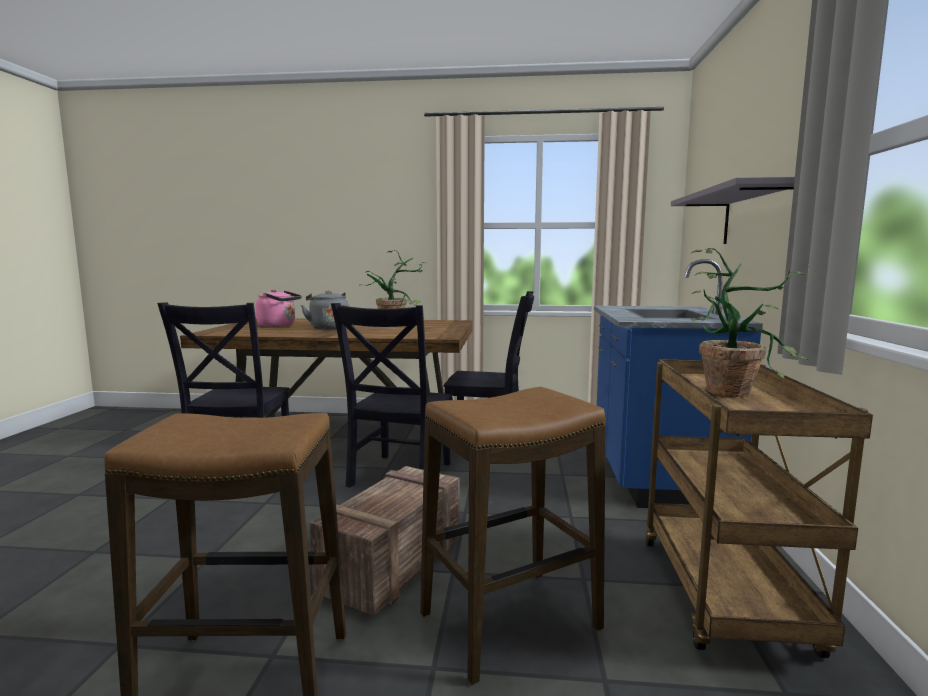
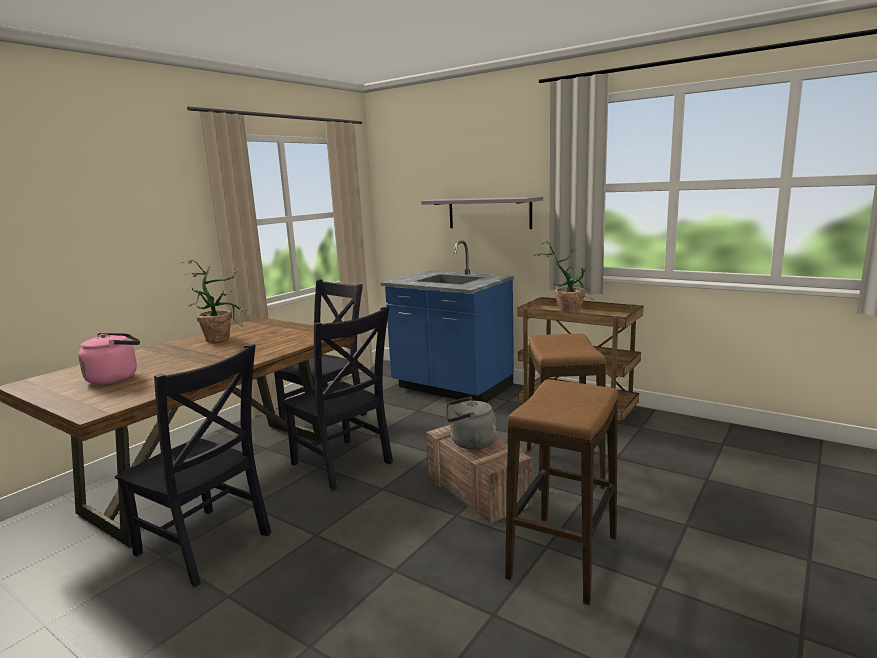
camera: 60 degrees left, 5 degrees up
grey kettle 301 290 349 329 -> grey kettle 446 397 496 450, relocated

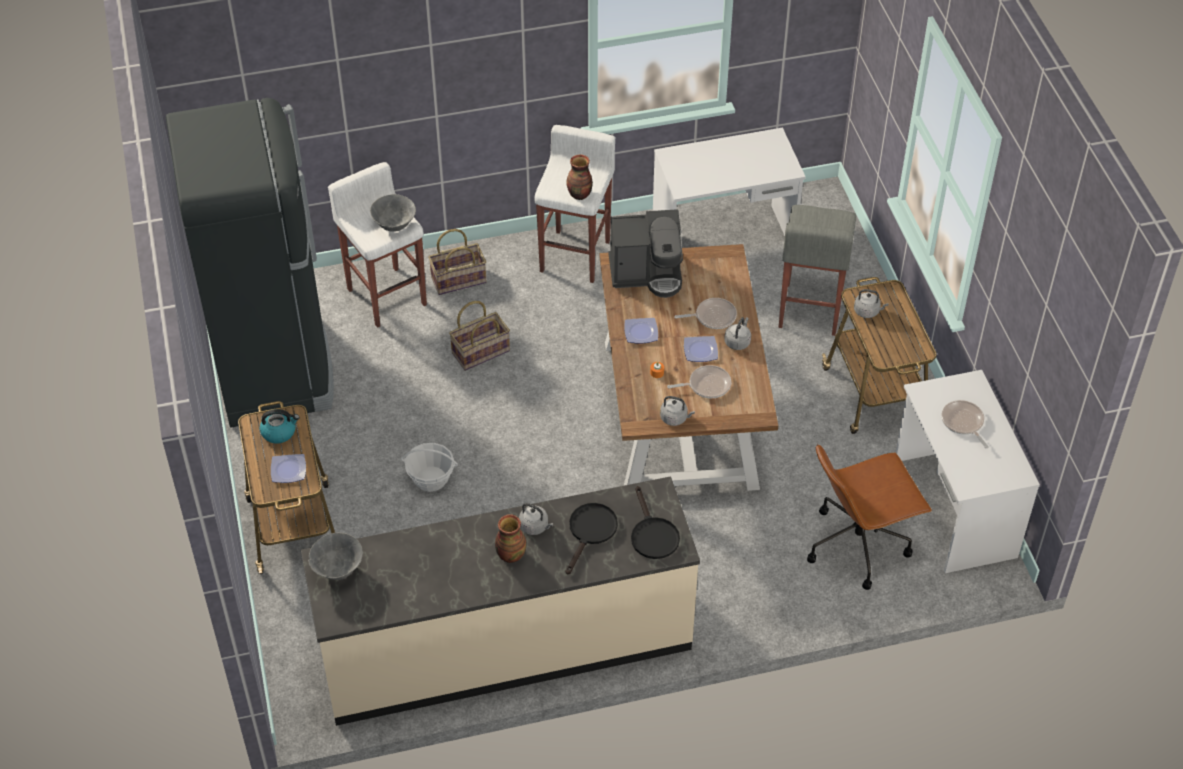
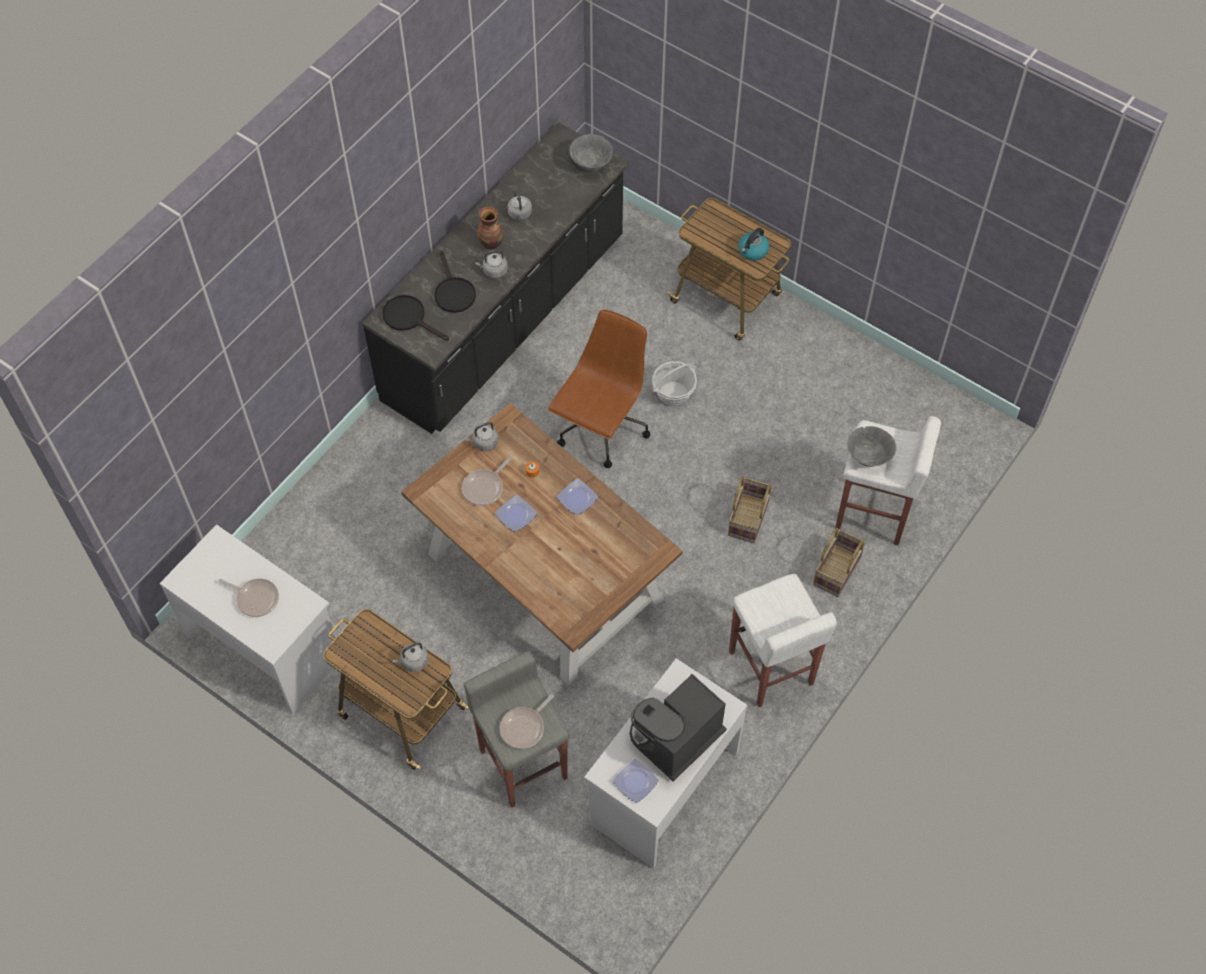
camera: 140 degrees right, 10 degrees up
black fridge 166 98 334 427 -> none
plate 271 454 306 483 -> plate 613 759 659 803, relocated
beige counter 301 476 700 726 -> black counter 362 123 629 434
vase 566 154 593 200 -> none
coffee machine 608 209 683 298 -> coffee machine 630 674 727 781, relocated
frying pan 674 298 737 329 -> frying pan 500 694 554 749, relocated
grey kettle 724 317 751 350 -> grey kettle 508 190 532 220, relocated
brown office chair 807 444 932 590 -> brown office chair 548 310 650 468, relocated

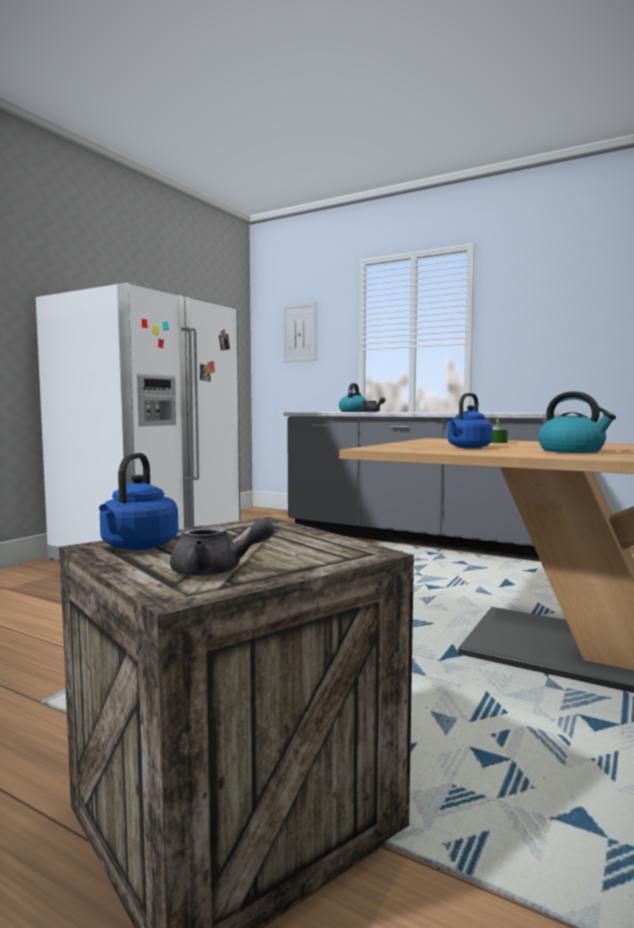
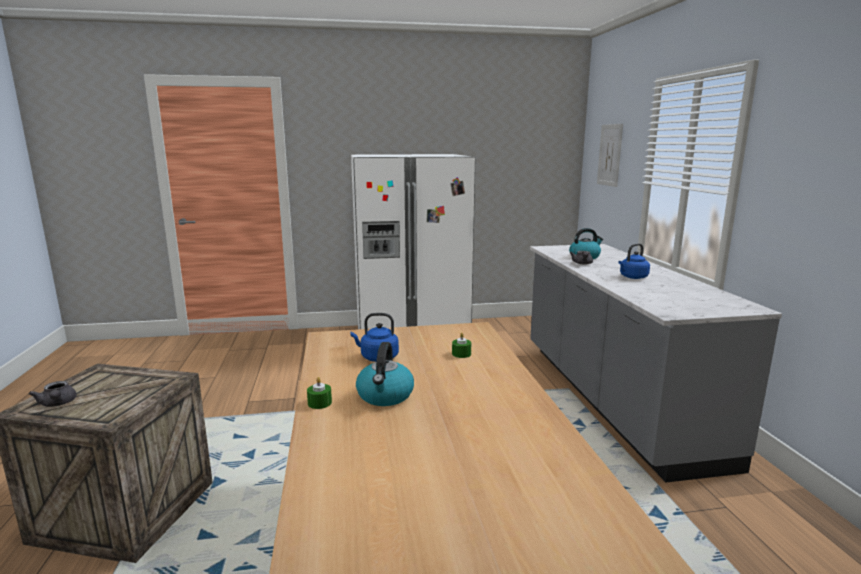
camera: 50 degrees right, 10 degrees up
blue kettle 99 453 178 550 -> blue kettle 618 243 650 279, relocated
none -> green candle 307 377 332 409

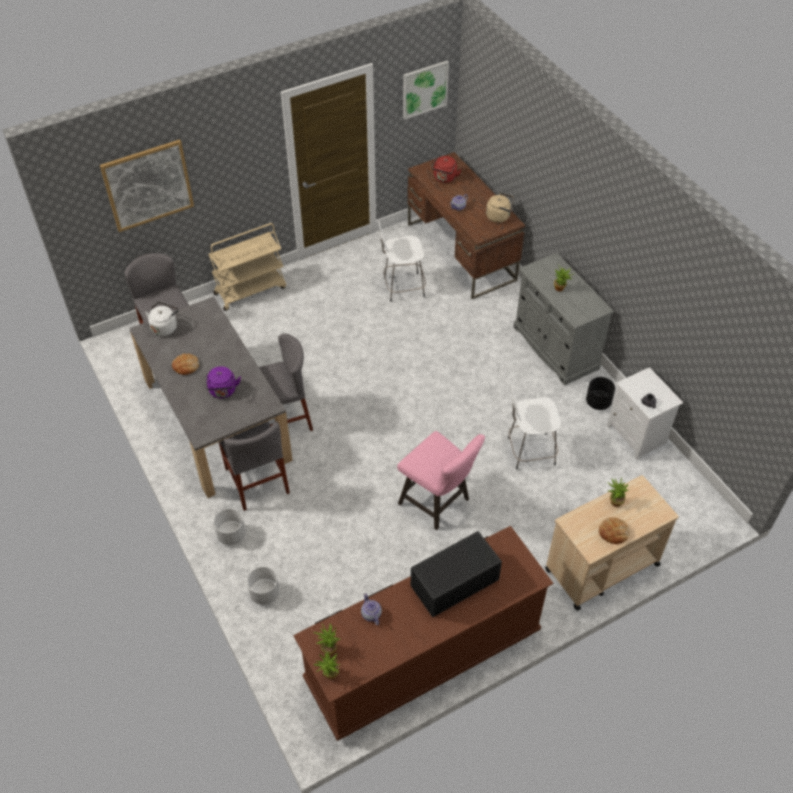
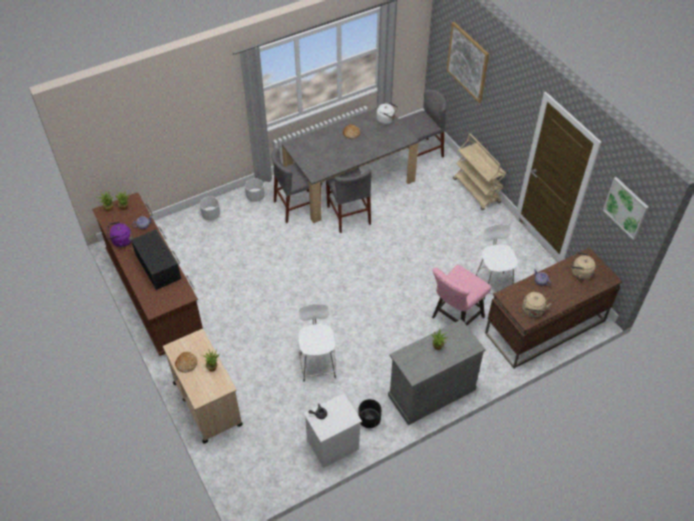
camera: 90 degrees right, 0 degrees up
purple kettle 206 366 241 398 -> purple kettle 107 222 132 247, relocated
pink stool 397 431 485 530 -> pink stool 432 265 492 325, relocated
red kettle 431 156 462 183 -> beige kettle 571 252 596 280

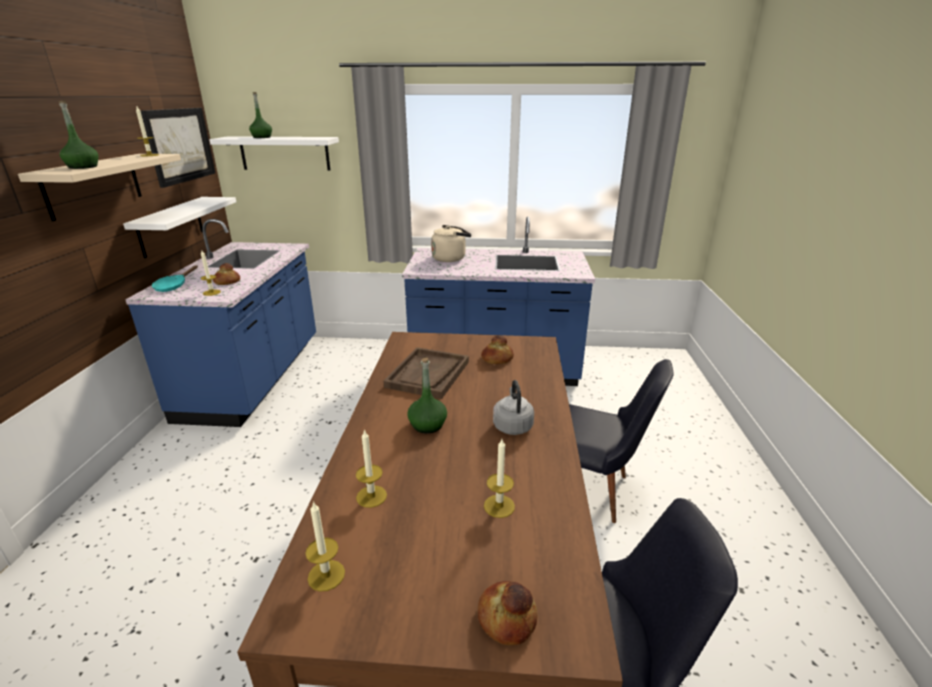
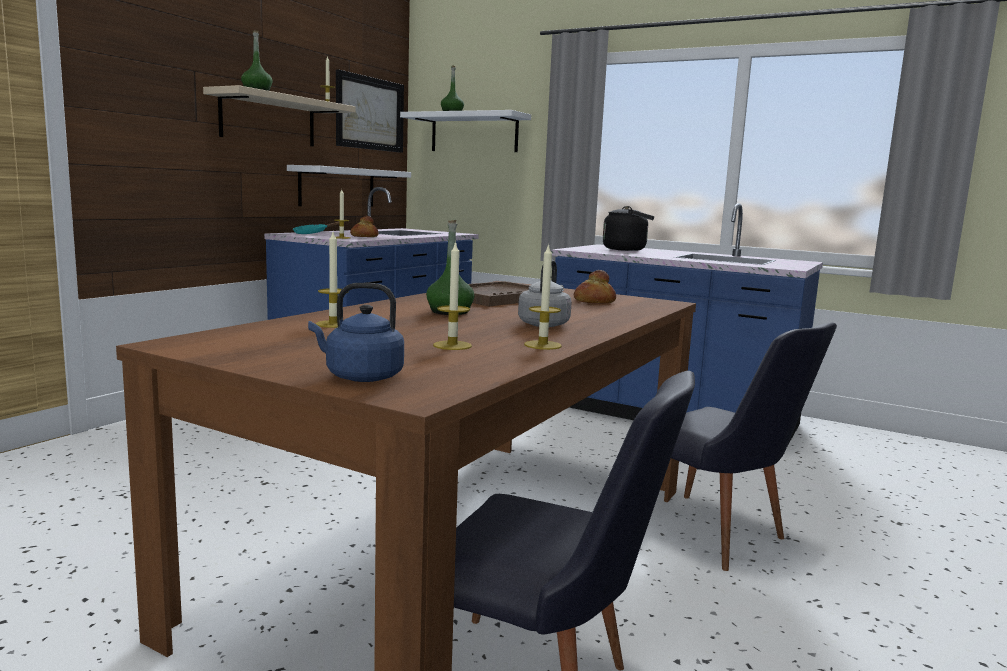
camera: 25 degrees right, 15 degrees down
candle 305 501 345 592 -> candle 524 243 562 350, relocated
beige kettle 431 225 471 262 -> black kettle 603 206 654 251
bread 478 581 537 645 -> blue kettle 308 283 404 382

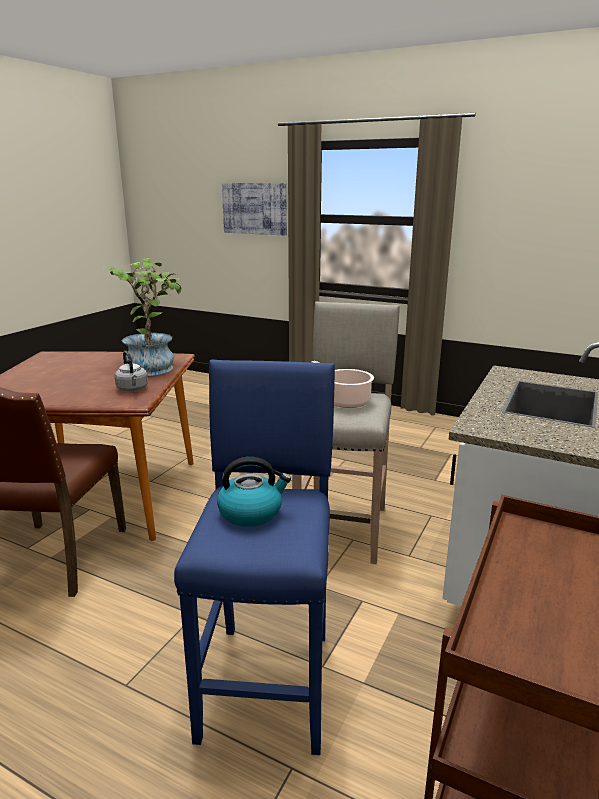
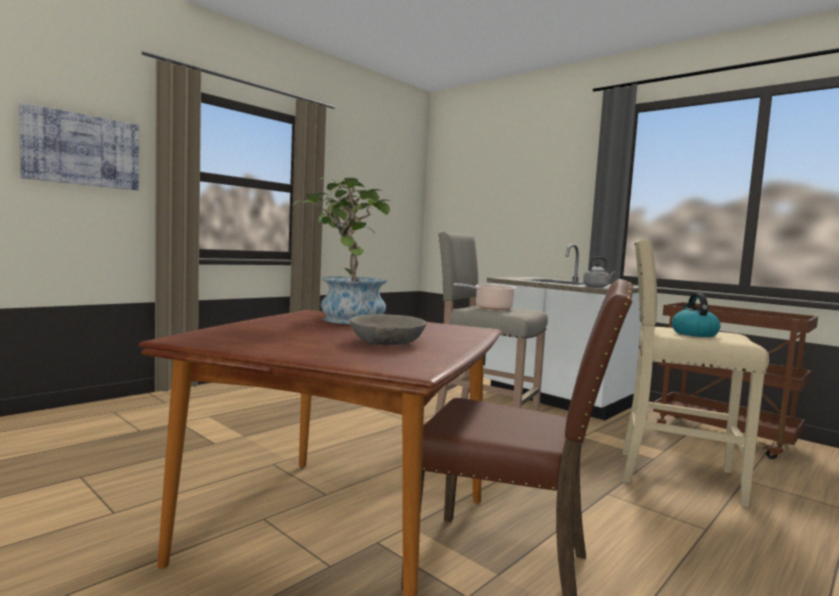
camera: 75 degrees left, 15 degrees down
grey kettle 114 351 148 391 -> grey kettle 583 257 615 288, relocated
blue stool 174 359 335 755 -> beige stool 623 239 769 507
none -> grey bowl 350 314 427 345

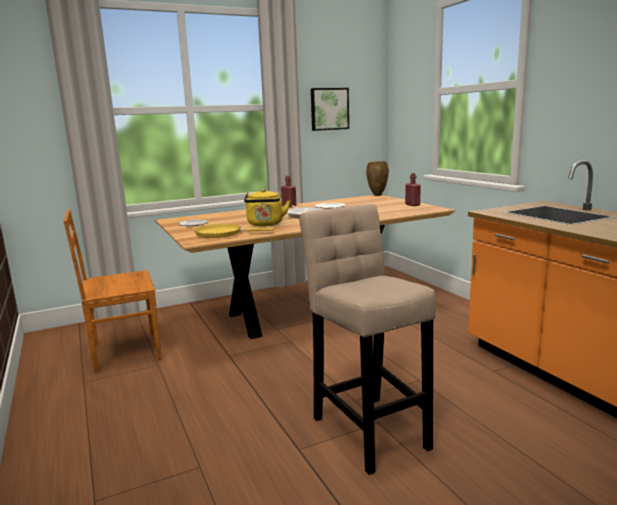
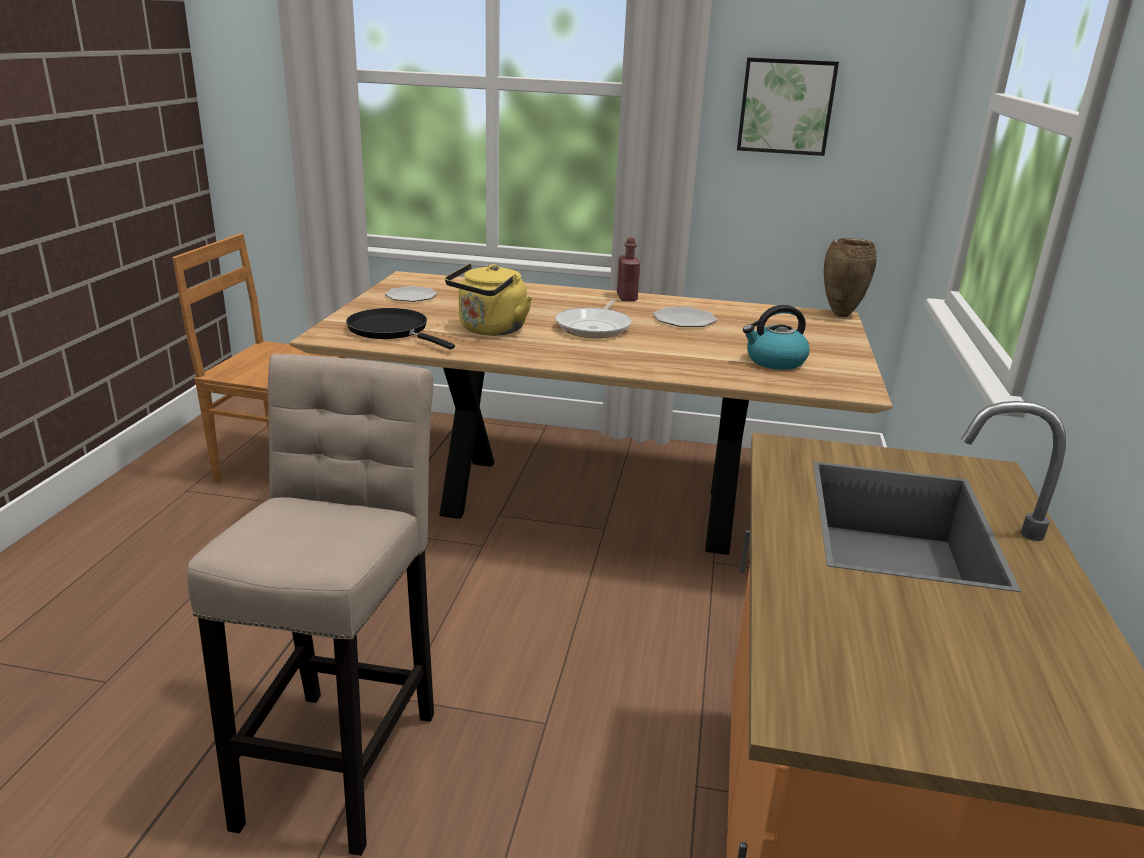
camera: 35 degrees right, 10 degrees up
yellow frying pan 195 224 274 238 -> black frying pan 346 308 455 349
red bottle 405 173 421 206 -> none
none -> kettle 743 305 810 370

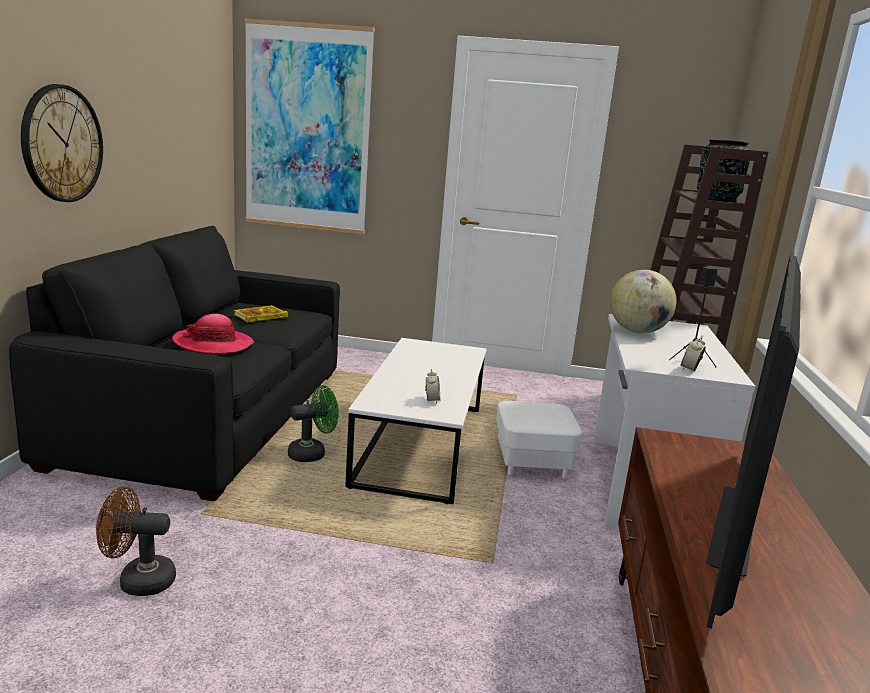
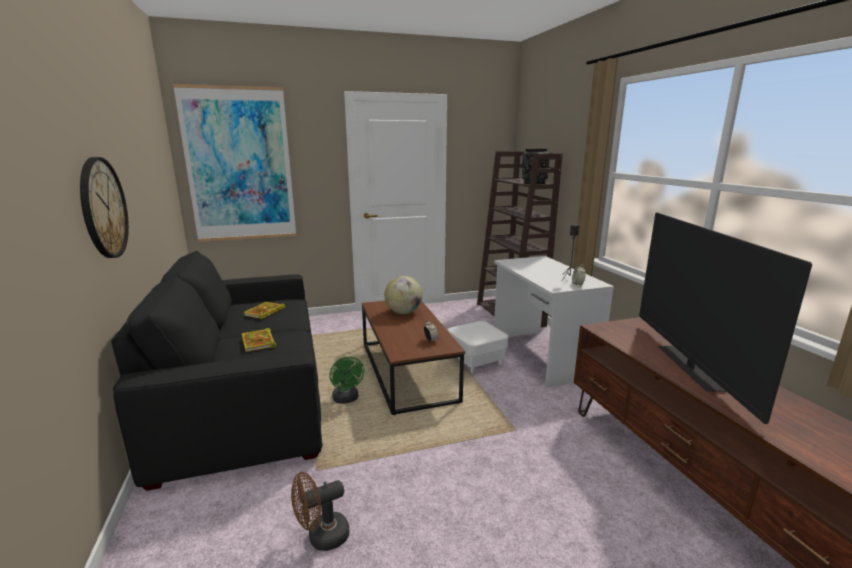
camera: 25 degrees left, 0 degrees up
hat 172 314 254 354 -> book 242 328 276 352
green fan 288 385 339 462 -> green fan 329 356 365 404, 120 degrees clockwise
white coffee table 345 338 486 504 -> brown coffee table 362 301 465 415
globe 610 270 677 333 -> globe 384 276 423 314, relocated

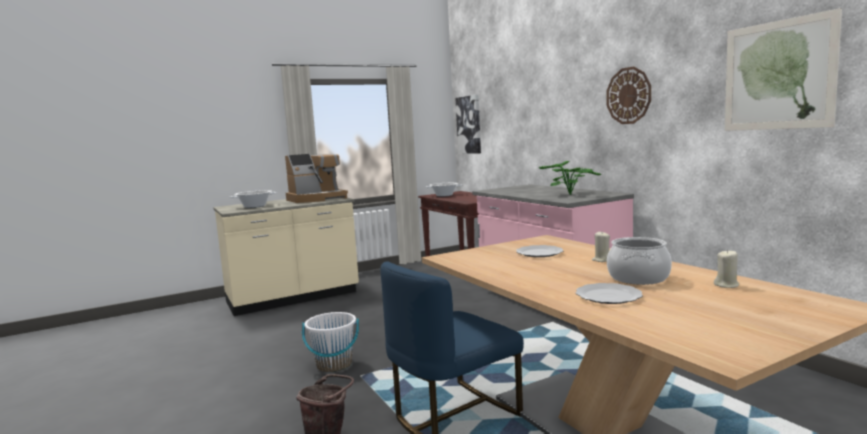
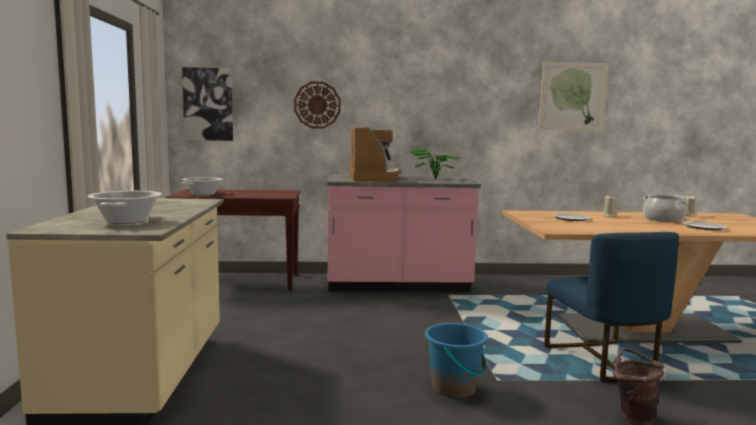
camera: 65 degrees left, 0 degrees up
coffee machine 285 154 348 203 -> coffee machine 350 127 401 181, relocated
white bucket 302 312 359 372 -> blue bucket 425 323 488 398
wall clock 606 67 651 124 -> wall clock 294 81 341 129, relocated

